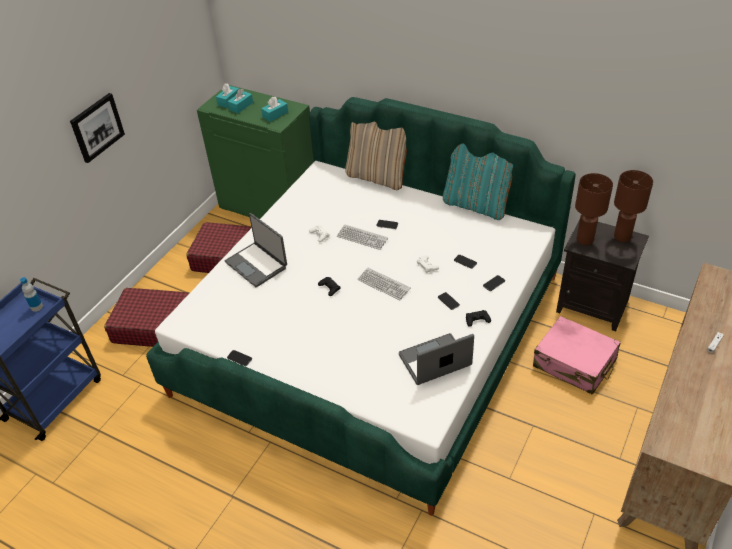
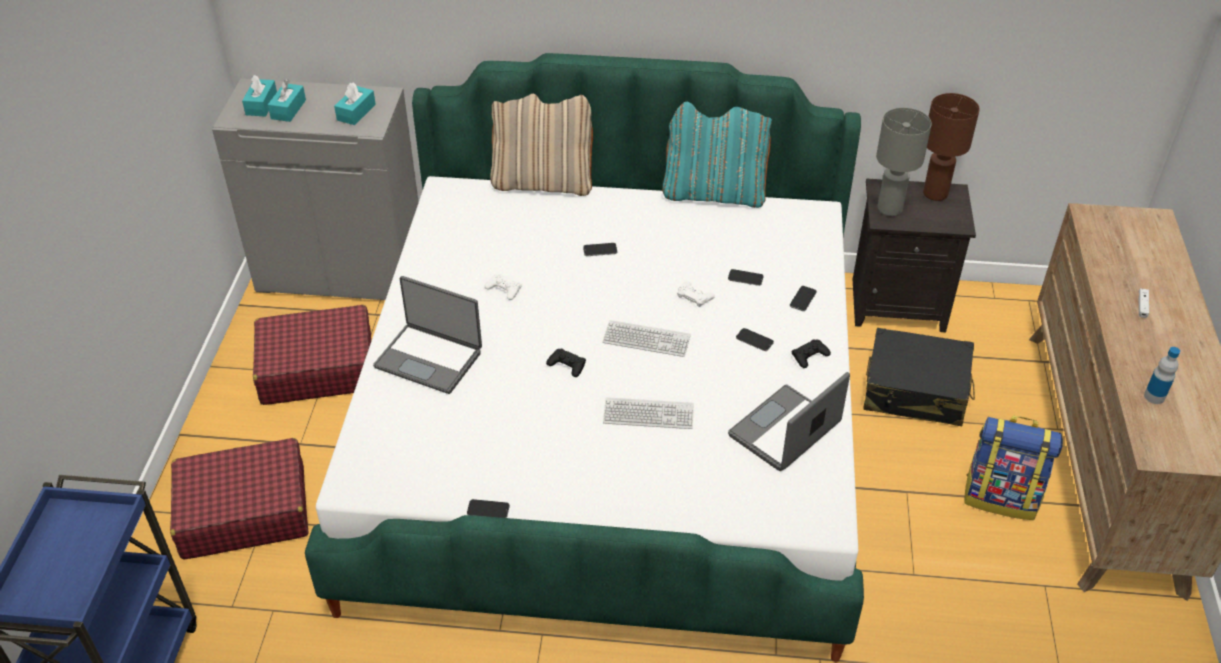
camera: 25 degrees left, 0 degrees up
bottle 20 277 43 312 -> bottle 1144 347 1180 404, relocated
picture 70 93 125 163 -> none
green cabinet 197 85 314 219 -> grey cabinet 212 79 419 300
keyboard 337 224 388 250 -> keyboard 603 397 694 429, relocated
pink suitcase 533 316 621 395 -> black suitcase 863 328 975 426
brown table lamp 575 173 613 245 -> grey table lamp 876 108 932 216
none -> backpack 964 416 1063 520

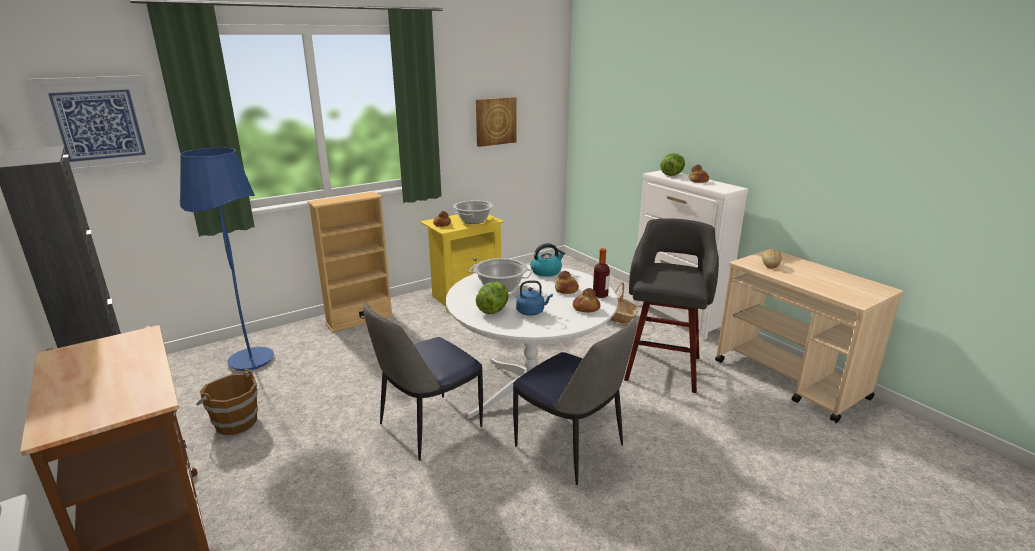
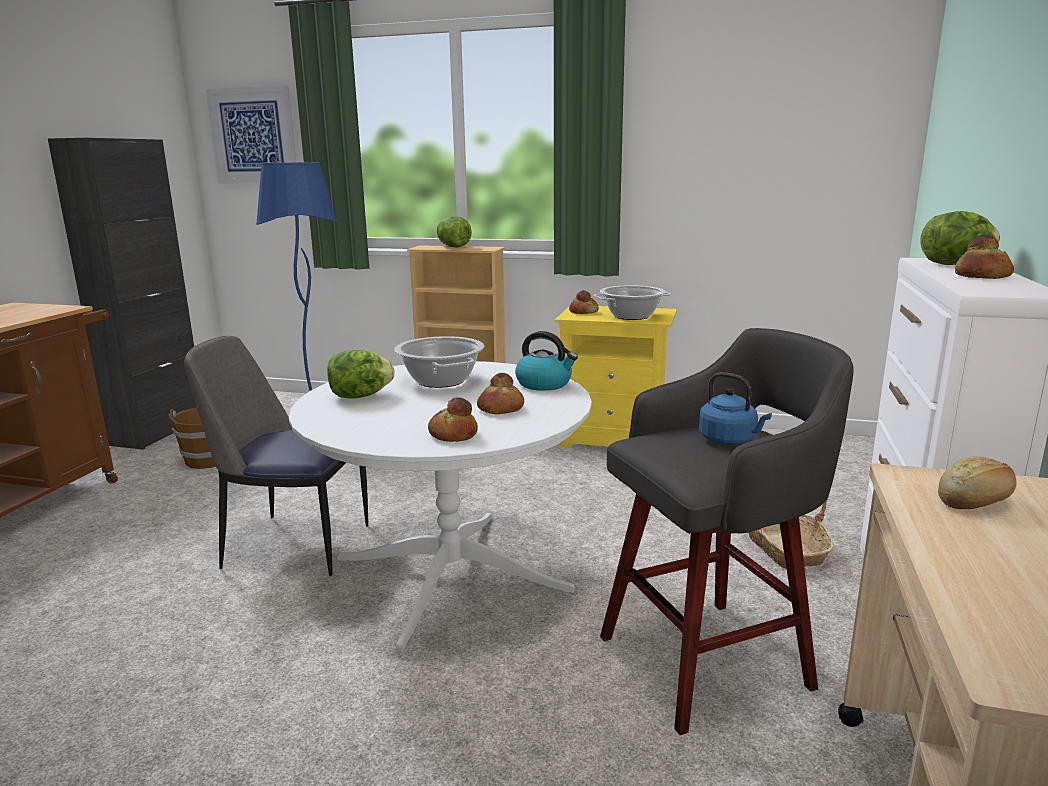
camera: 50 degrees right, 5 degrees down
picture 476 97 517 147 -> none
chair 513 319 636 485 -> none
blue kettle 516 280 553 316 -> blue kettle 699 372 772 445, relocated
bottle 593 248 610 298 -> none
none -> lettuce 436 216 472 248

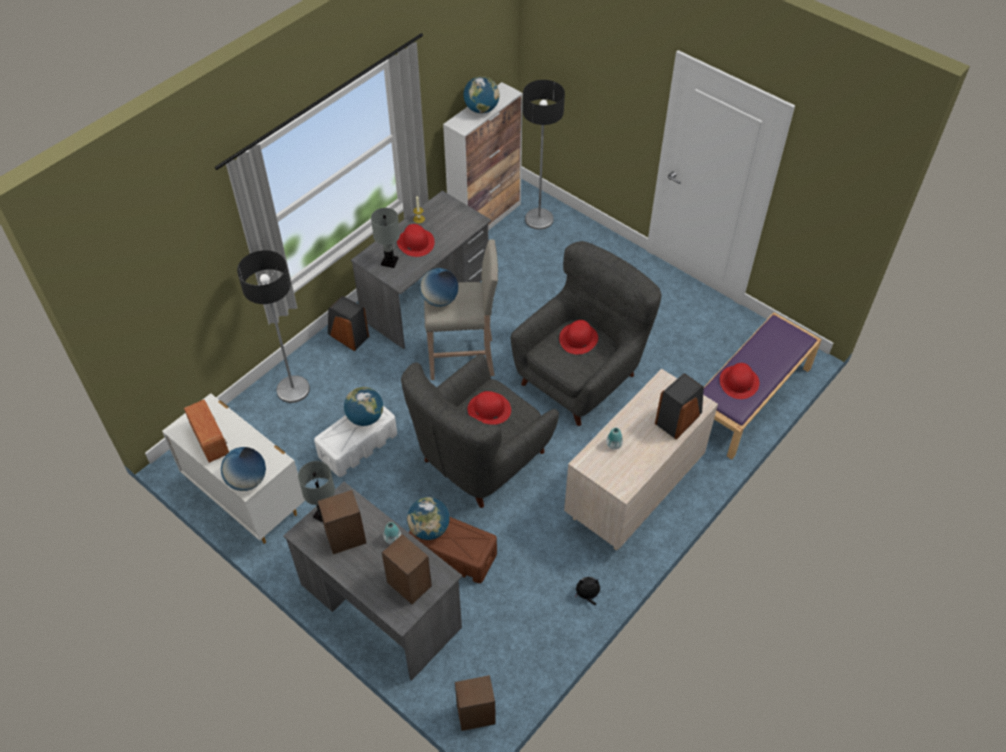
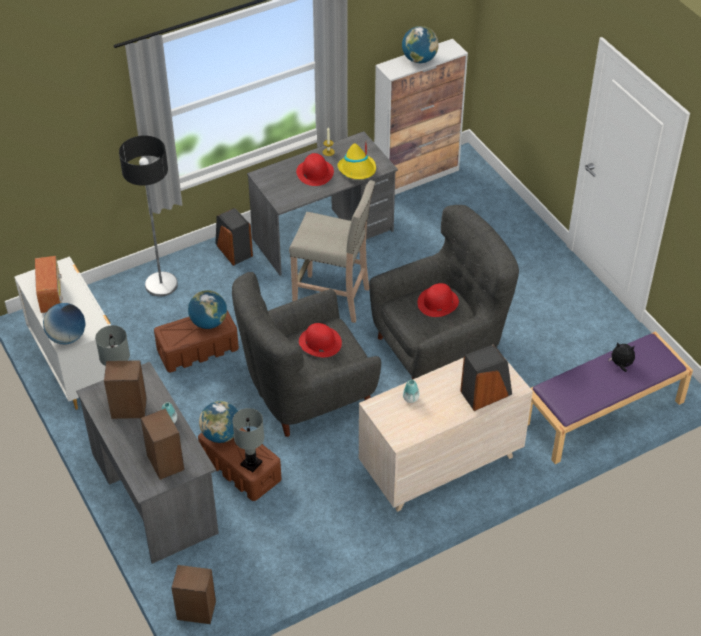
camera: 20 degrees right, 5 degrees down
white storage box 314 405 397 477 -> brown storage box 154 310 239 372
grey table lamp 371 208 400 268 -> grey table lamp 232 408 264 472, relocated
globe 420 268 458 307 -> none
floor lamp 523 80 565 230 -> none
plush toy 575 577 600 605 -> plush toy 608 342 635 372, relocated
red hat 720 363 759 399 -> none
none -> yellow hat 337 143 376 180

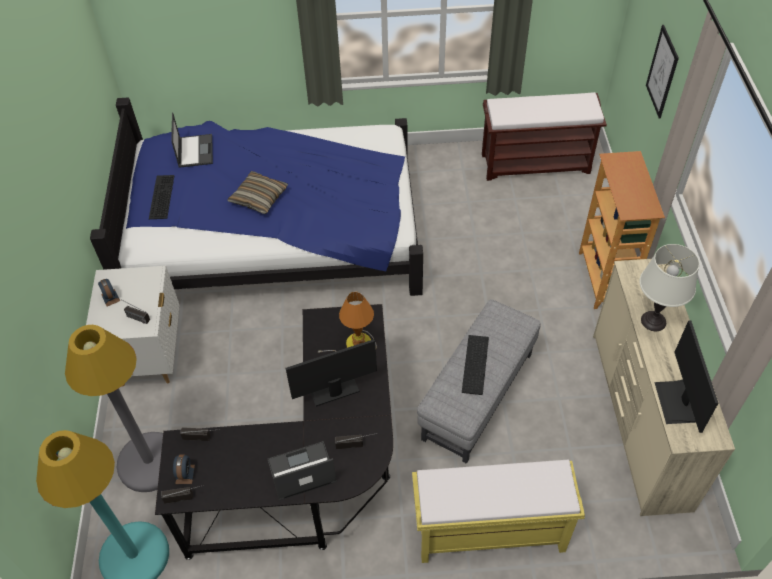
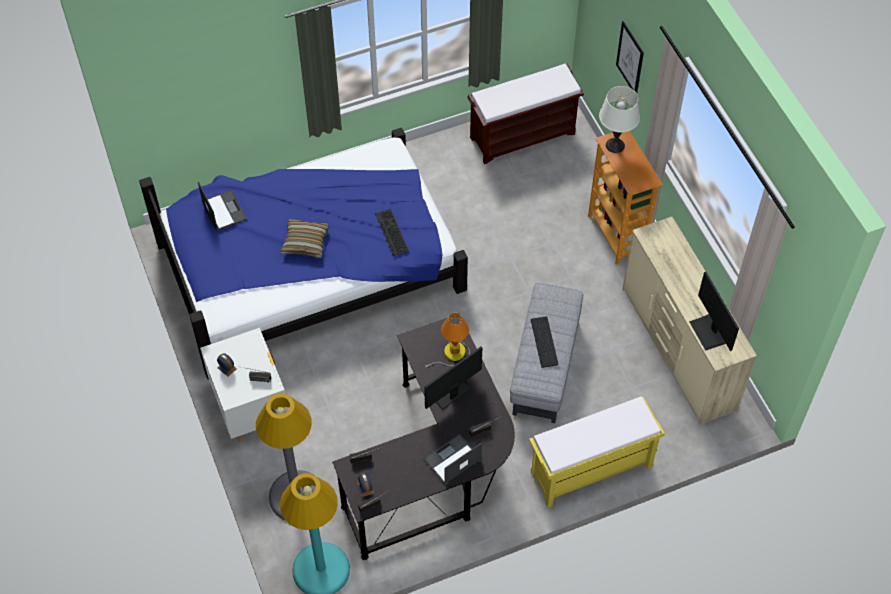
camera: 20 degrees left, 5 degrees up
keyboard 149 175 174 219 -> keyboard 375 209 409 256, relocated
white table lamp 639 244 699 331 -> white table lamp 599 86 640 153, relocated

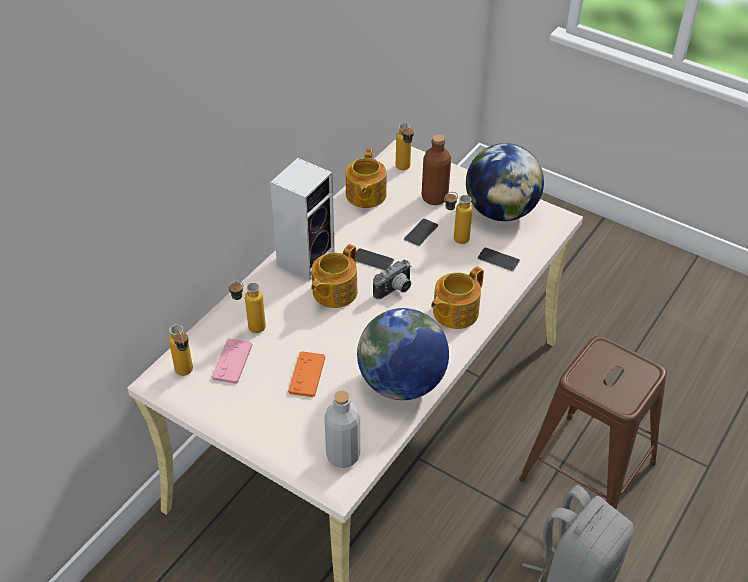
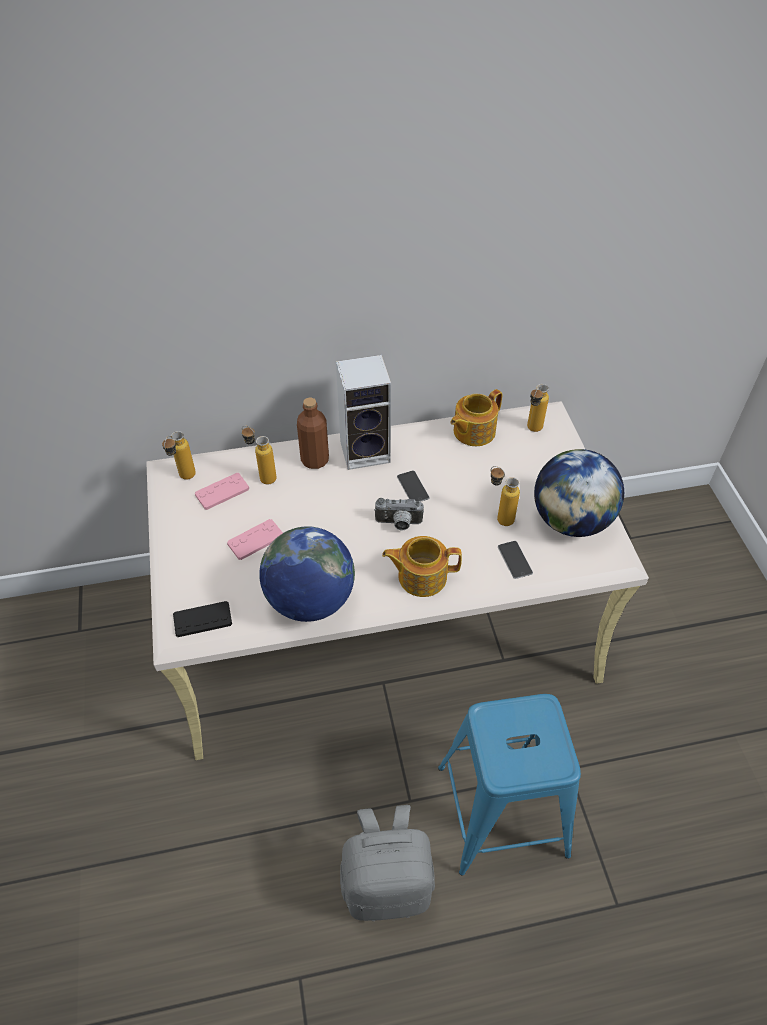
camera: 45 degrees right, 5 degrees up
orange game controller 288 351 325 397 -> pink game controller 227 519 283 560
teapot 311 244 358 308 -> none
grey bottle 324 391 360 468 -> black game controller 173 601 232 637
phone 404 218 438 246 -> none
brown bottle 422 134 451 205 -> brown bottle 297 398 329 469, relocated
brown stool 519 336 667 509 -> blue stool 438 694 581 876

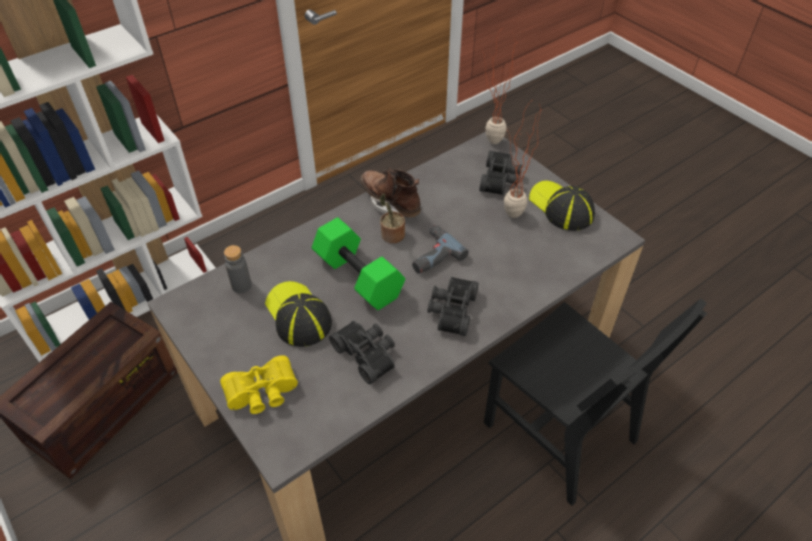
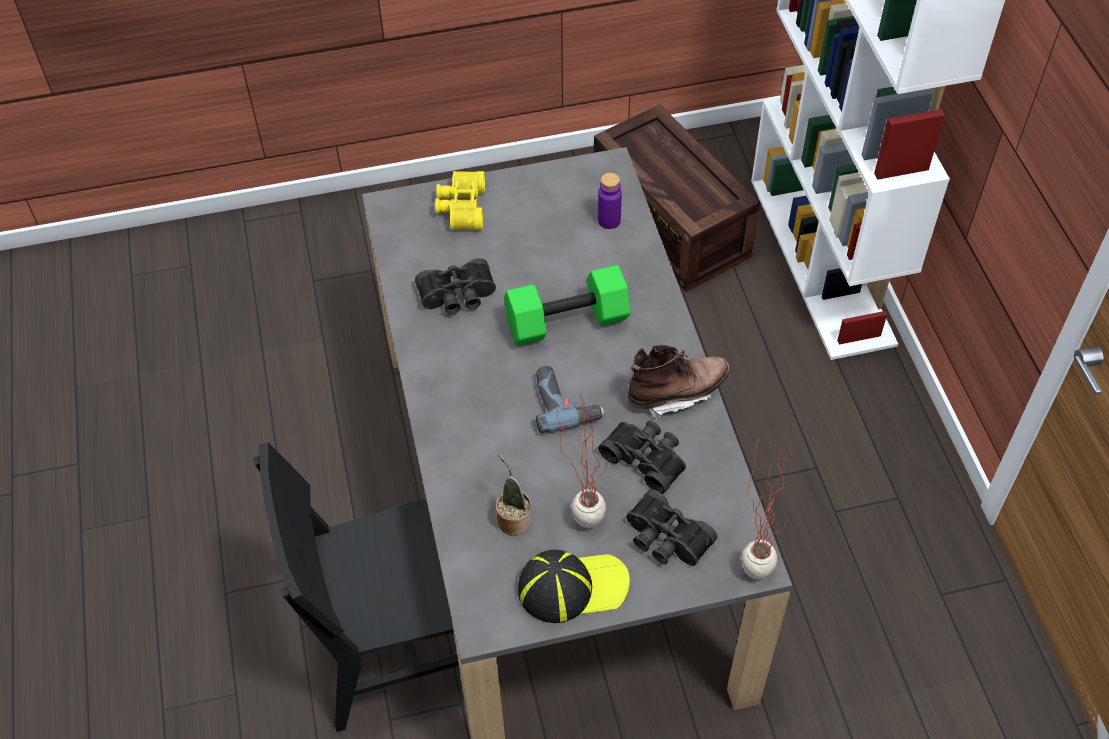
camera: 115 degrees right, 5 degrees up
grey bottle 224 245 252 293 -> purple bottle 598 173 622 229
cap 265 281 332 347 -> none
potted plant 380 194 405 243 -> potted plant 496 453 532 536, relocated
black binoculars 428 277 478 336 -> black binoculars 598 421 686 494, relocated

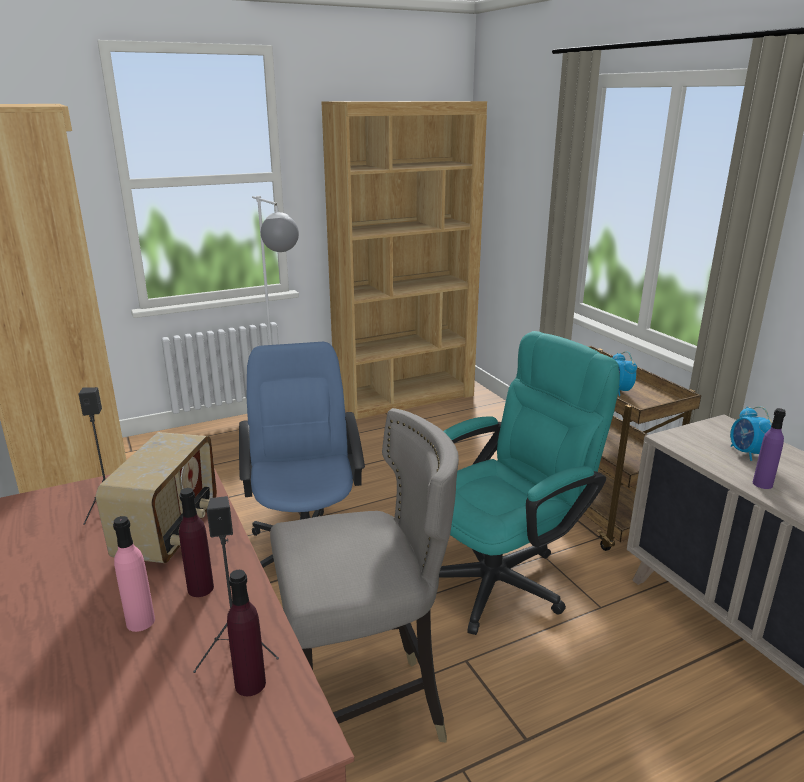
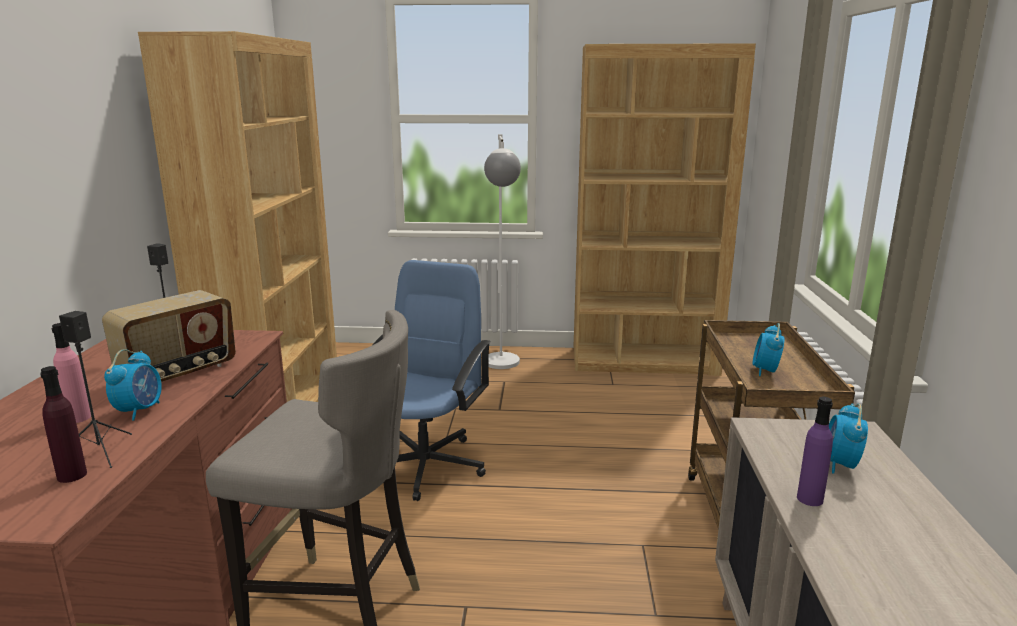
camera: 30 degrees right, 5 degrees down
purple bottle 179 488 214 597 -> alarm clock 104 349 162 421
turquoise office chair 439 331 620 635 -> none

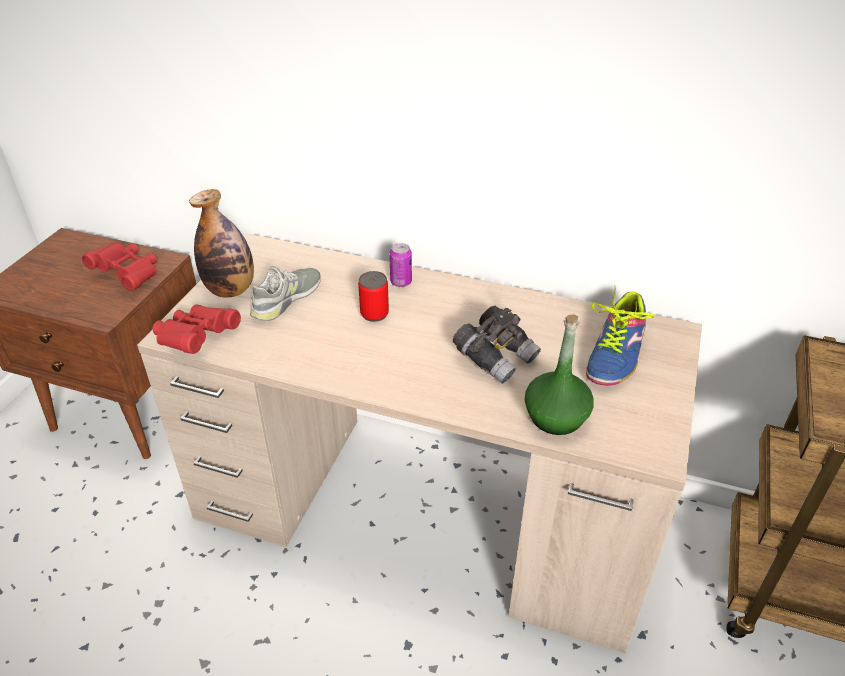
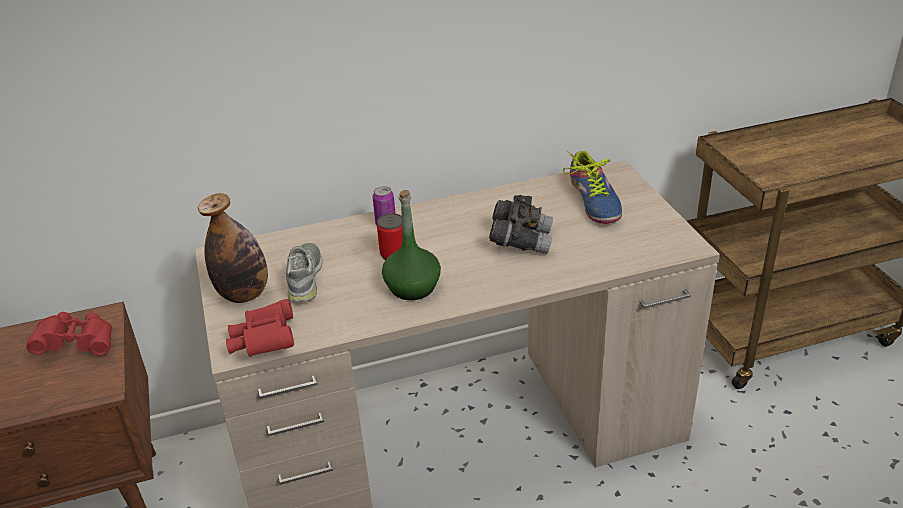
camera: 35 degrees left, 5 degrees down
green bottle 525 314 594 435 -> green bottle 382 190 441 300, relocated

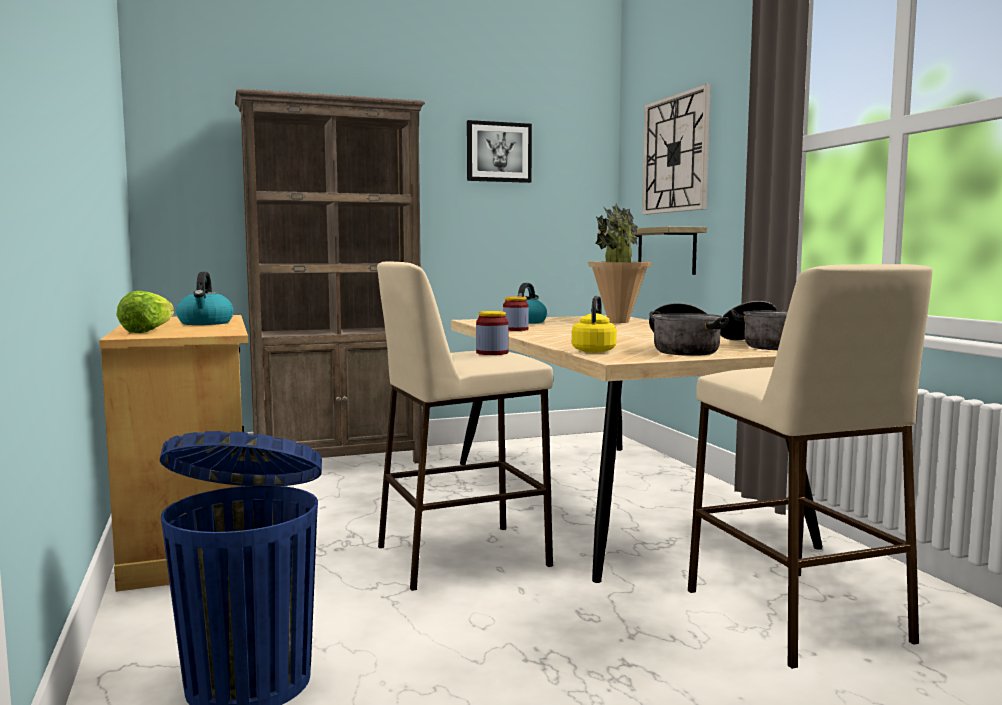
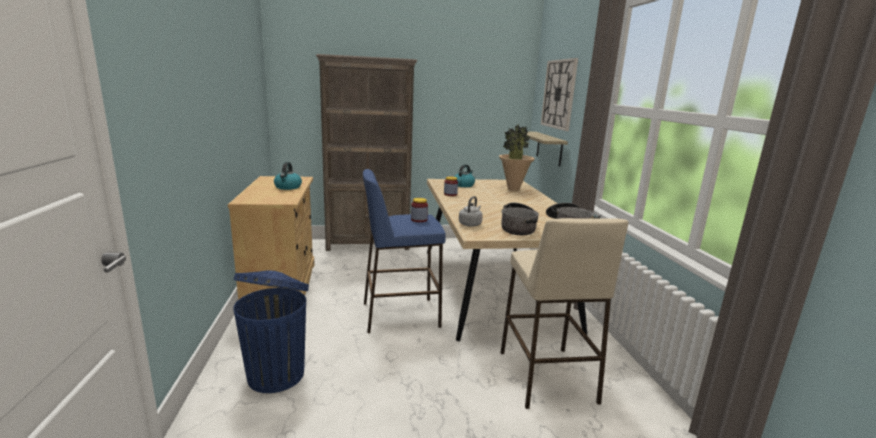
camera: 10 degrees right, 10 degrees up
lettuce 116 291 174 333 -> none
beige stool 377 261 553 591 -> blue stool 363 169 446 333
picture 467 120 532 183 -> none
yellow kettle 572 295 617 353 -> grey kettle 459 196 483 227

